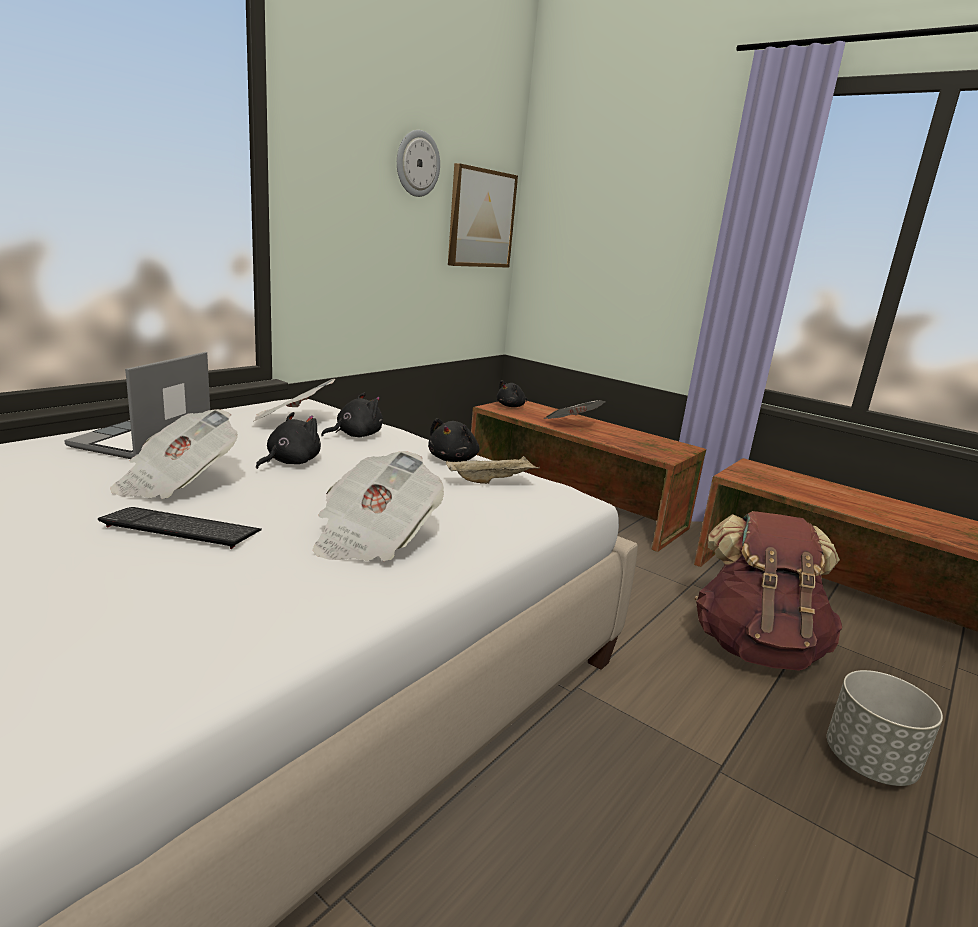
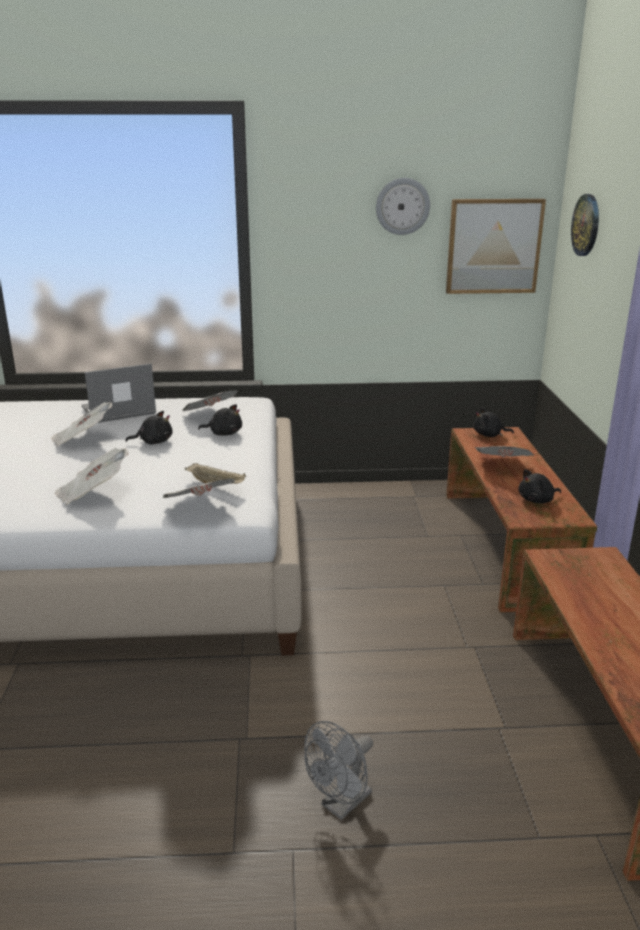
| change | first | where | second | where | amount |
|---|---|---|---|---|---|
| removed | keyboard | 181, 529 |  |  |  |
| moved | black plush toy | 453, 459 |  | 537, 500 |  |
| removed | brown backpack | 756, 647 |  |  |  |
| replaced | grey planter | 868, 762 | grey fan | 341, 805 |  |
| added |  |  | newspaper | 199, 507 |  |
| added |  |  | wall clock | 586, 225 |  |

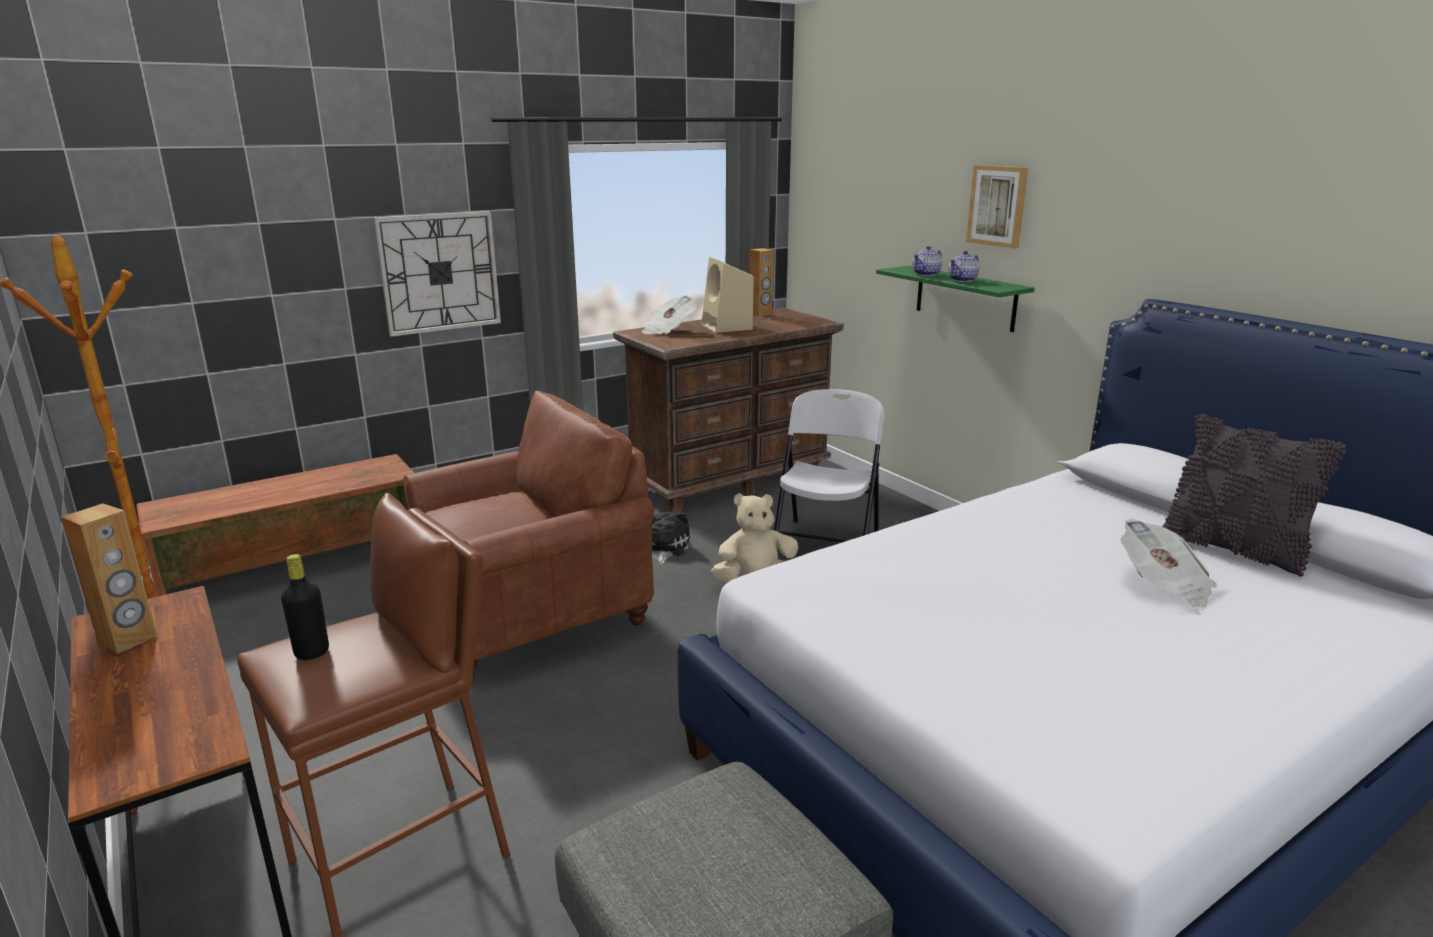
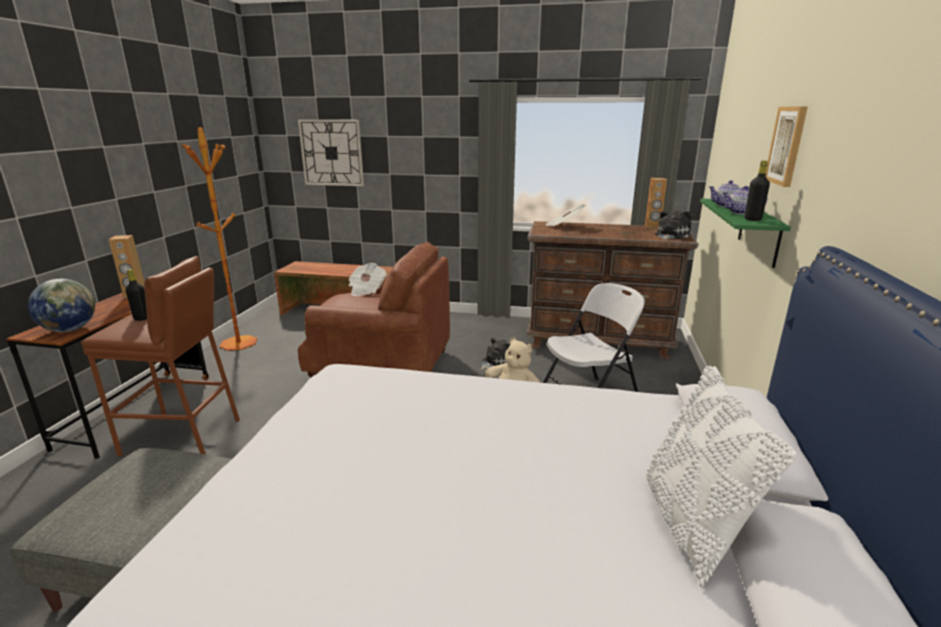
| change | first | where | second | where | amount |
|---|---|---|---|---|---|
| moved | wall clock | 439, 272 |  | 331, 153 |  |
| removed | beige speaker | 727, 327 |  |  |  |
| moved | newspaper | 1164, 587 |  | 366, 290 |  |
| recoloured | black pillow | 1233, 549 | white pillow | 692, 525 |  |
| added |  |  | globe | 70, 329 |  |
| added |  |  | plush toy | 670, 235 |  |
| added |  |  | black bottle | 752, 219 |  |

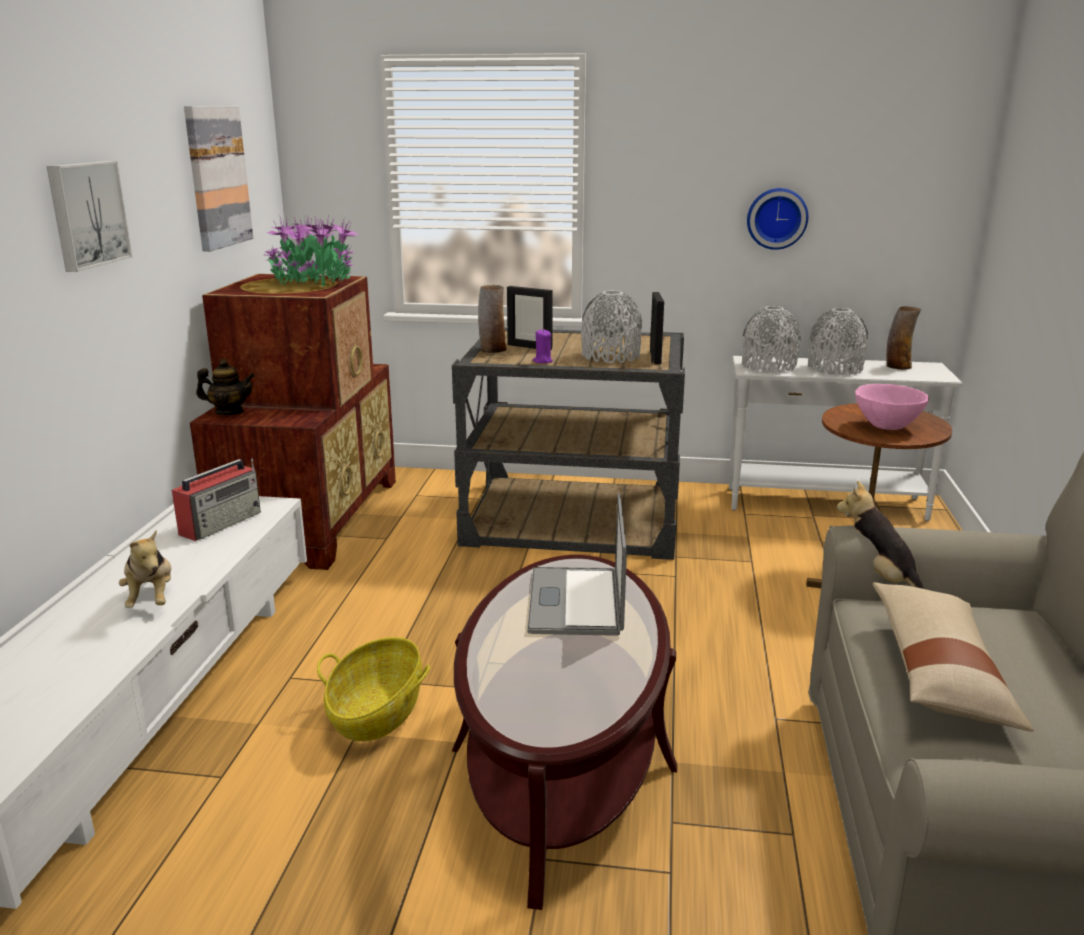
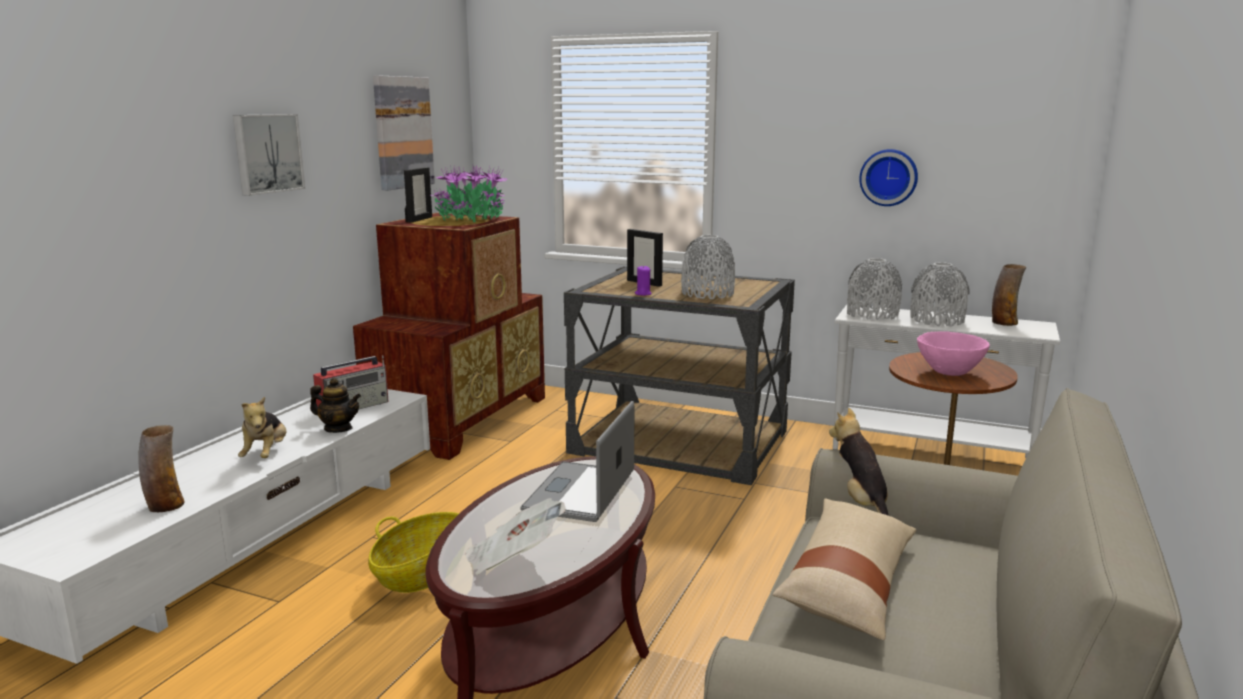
| change | first | where | second | where | amount |
|---|---|---|---|---|---|
| moved | teapot | 229, 412 |  | 338, 429 |  |
| moved | vase | 492, 350 |  | 165, 506 |  |
| moved | picture frame | 654, 357 |  | 419, 219 |  |
| added |  |  | newspaper | 513, 559 |  |

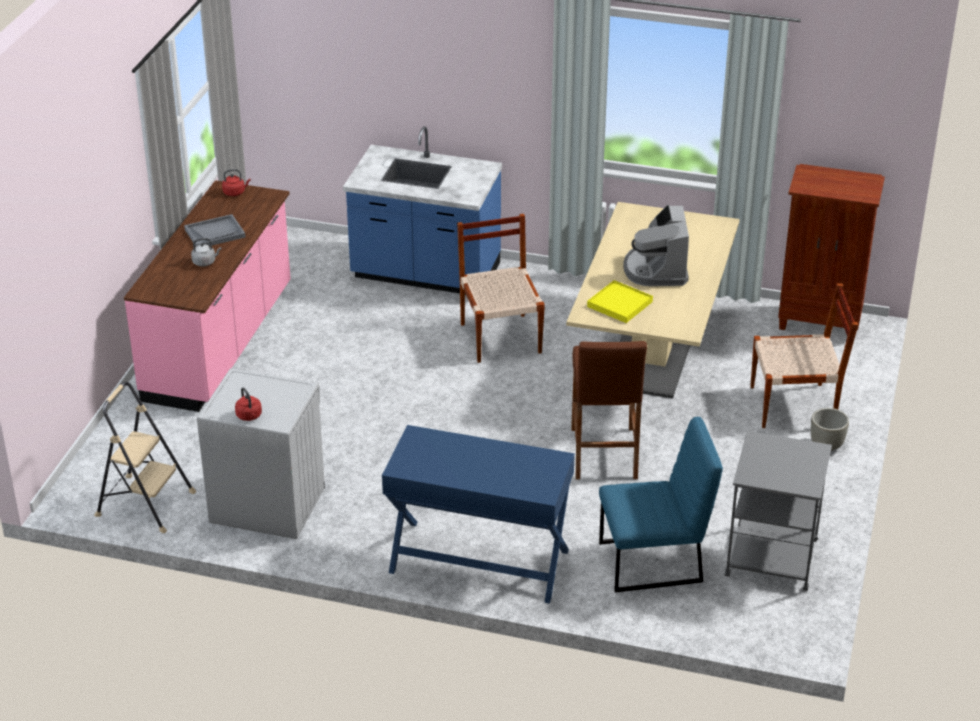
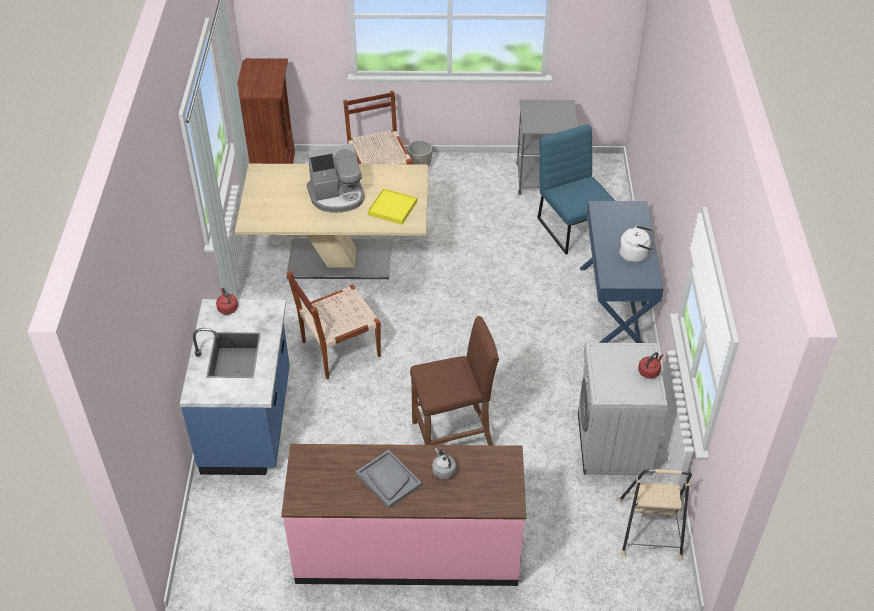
| change | first | where | second | where | amount |
|---|---|---|---|---|---|
| moved | red kettle | 235, 192 |  | 227, 308 |  |
| moved | brown stool | 604, 453 |  | 453, 435 |  |
| added |  |  | white kettle | 635, 254 |  |

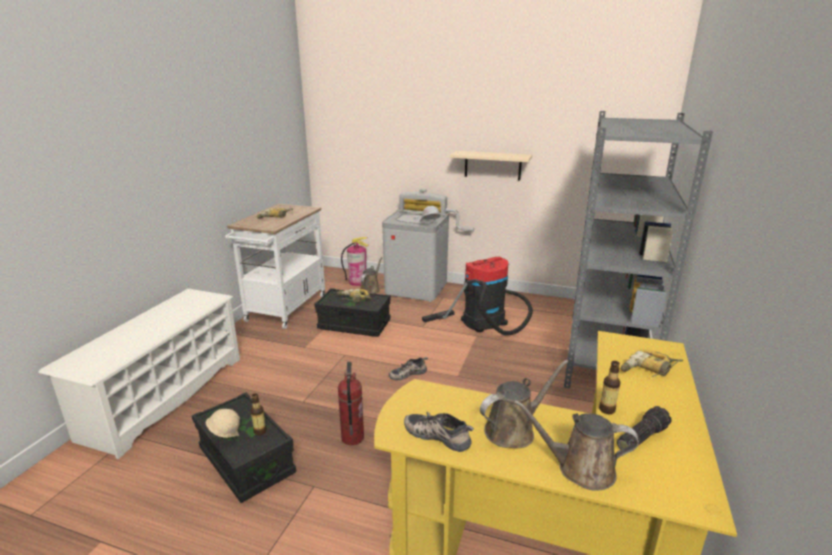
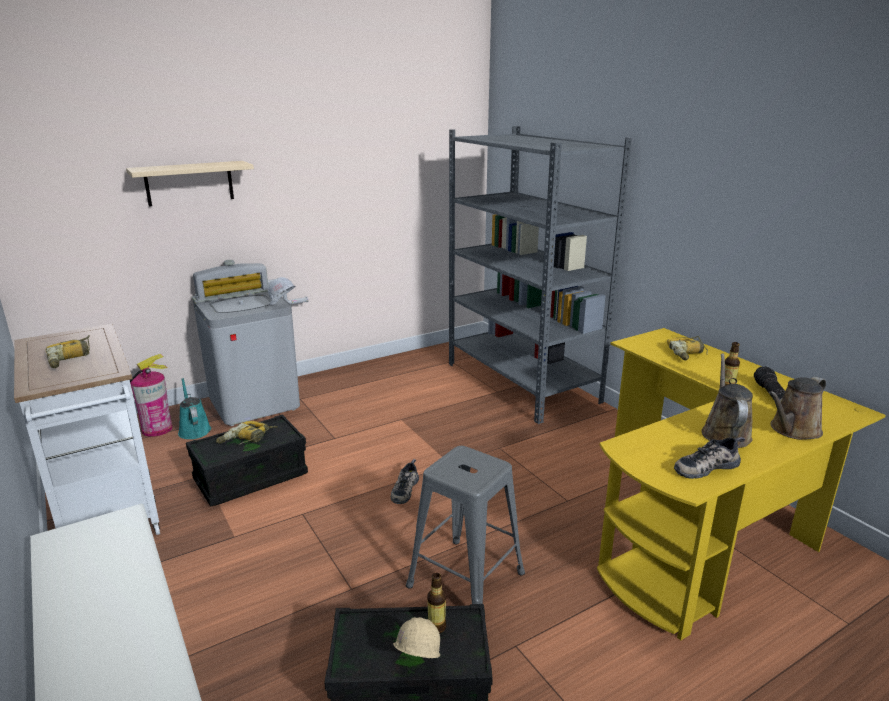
| change | first | where | second | where | amount |
|---|---|---|---|---|---|
| replaced | fire extinguisher | 352, 437 | grey stool | 465, 579 |  |
| recoloured | brown watering can | 370, 289 | turquoise watering can | 194, 429 |  |
| removed | vacuum cleaner | 487, 320 |  |  |  |
| moved | beige shelf | 492, 165 |  | 189, 183 |  |

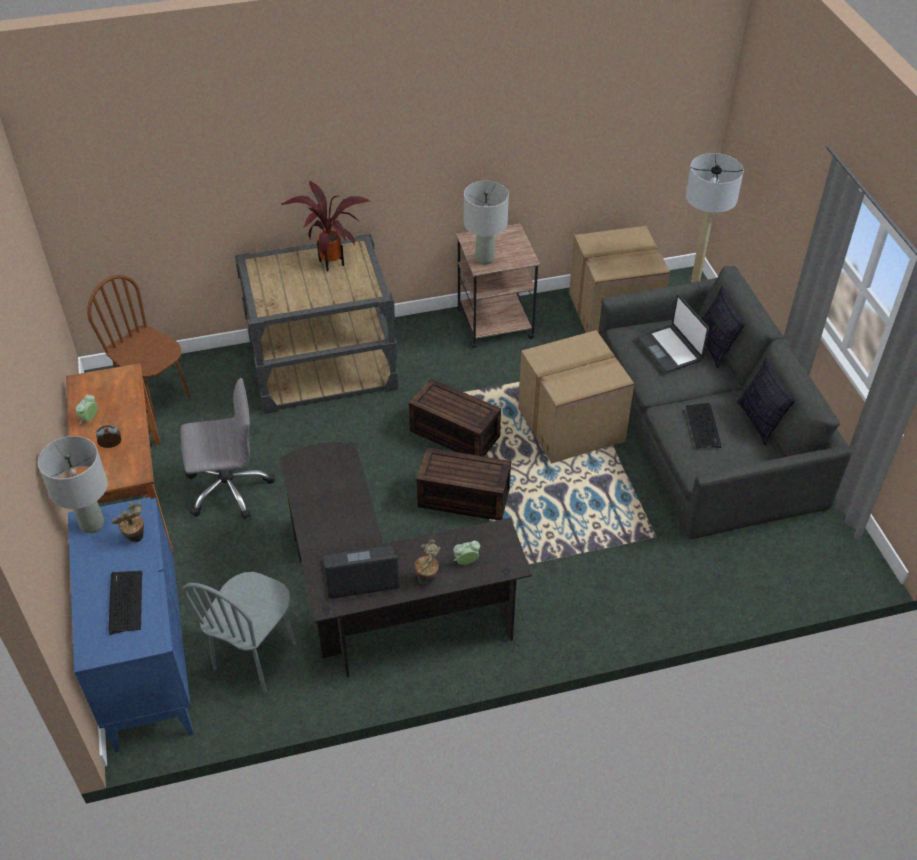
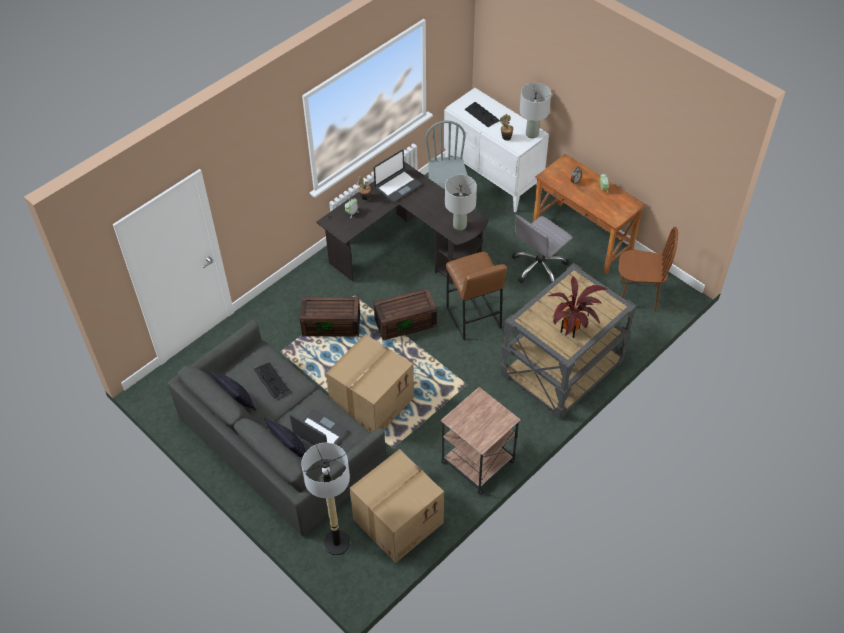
| change | first | where | second | where | amount |
|---|---|---|---|---|---|
| recoloured | blue cabinet | 147, 663 | white cabinet | 492, 178 |  |
| moved | brown storage box | 453, 434 |  | 332, 324 |  |
| moved | grey table lamp | 484, 259 |  | 459, 225 |  |
| added |  |  | brown stool | 474, 318 |  |

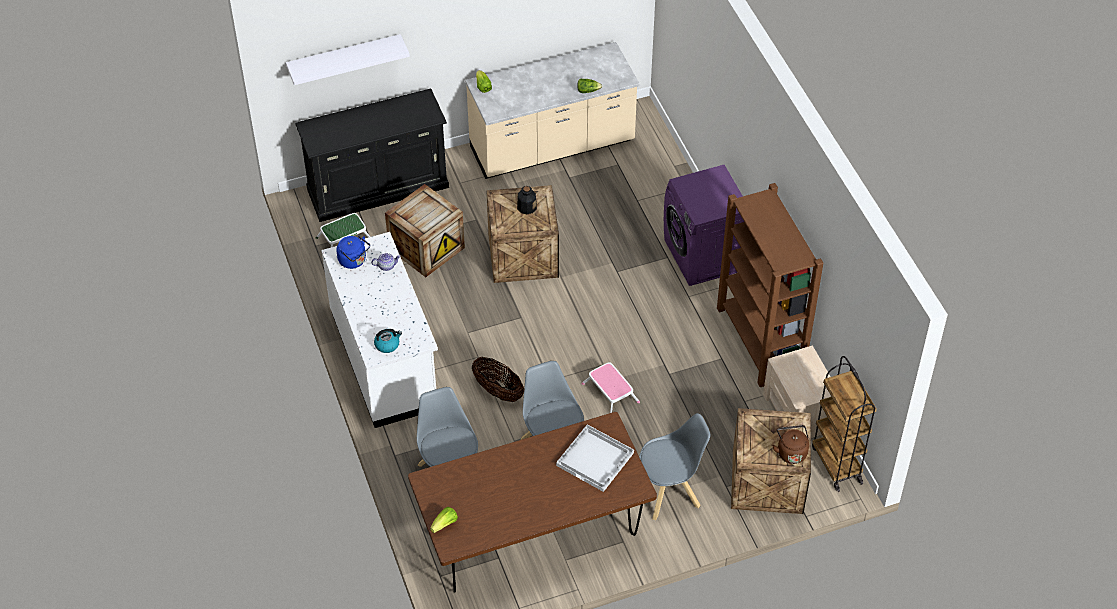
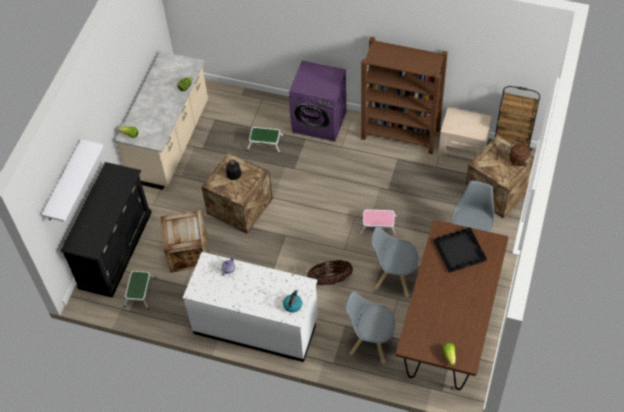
| change | first | where | second | where | amount |
|---|---|---|---|---|---|
| removed | blue kettle | 354, 261 |  |  |  |
| recoloured | white tray | 596, 459 | black tray | 460, 250 |  |
| added |  |  | green step ladder | 265, 143 |  |

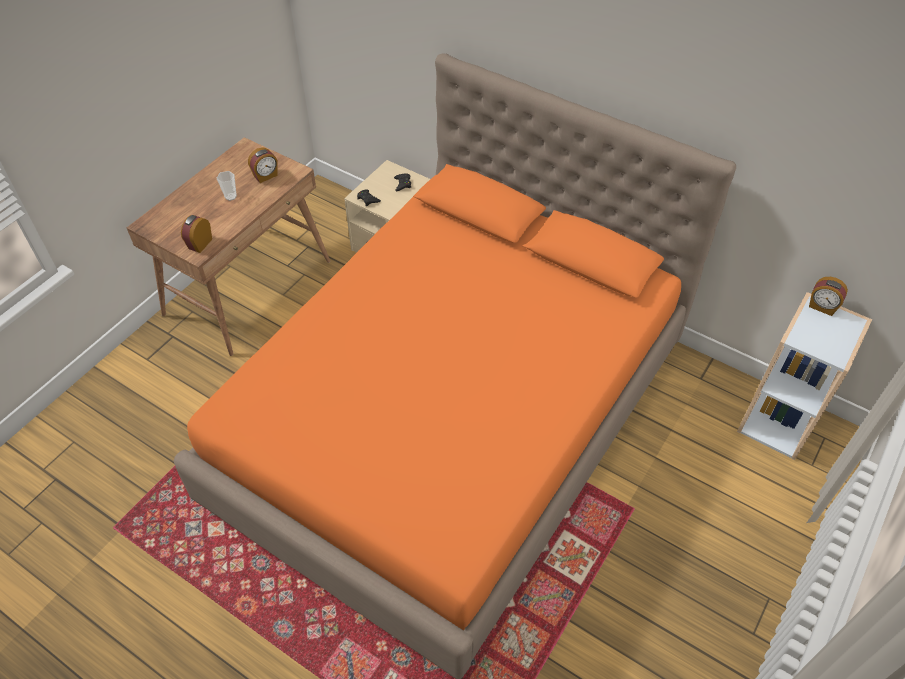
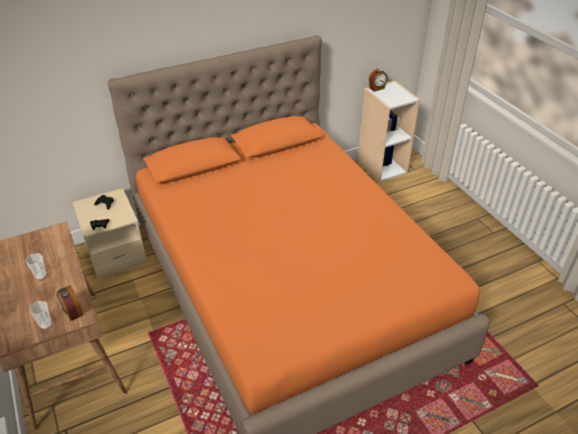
| change | first | where | second | where | amount |
|---|---|---|---|---|---|
| removed | alarm clock | 266, 176 |  |  |  |
| added |  |  | cup | 46, 324 |  |

